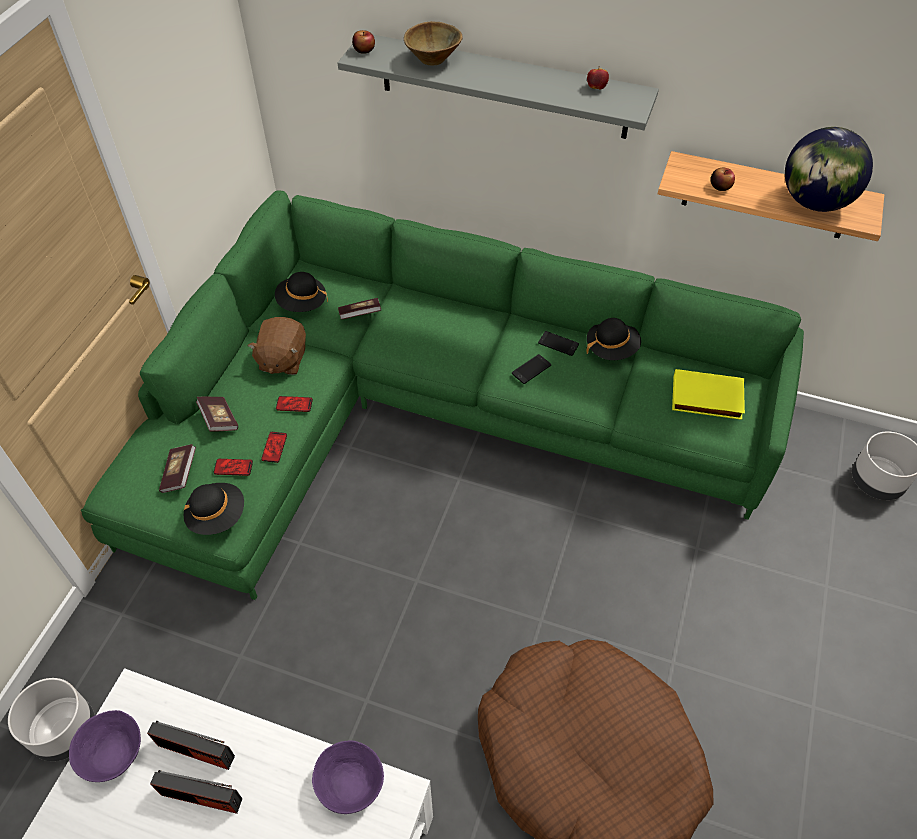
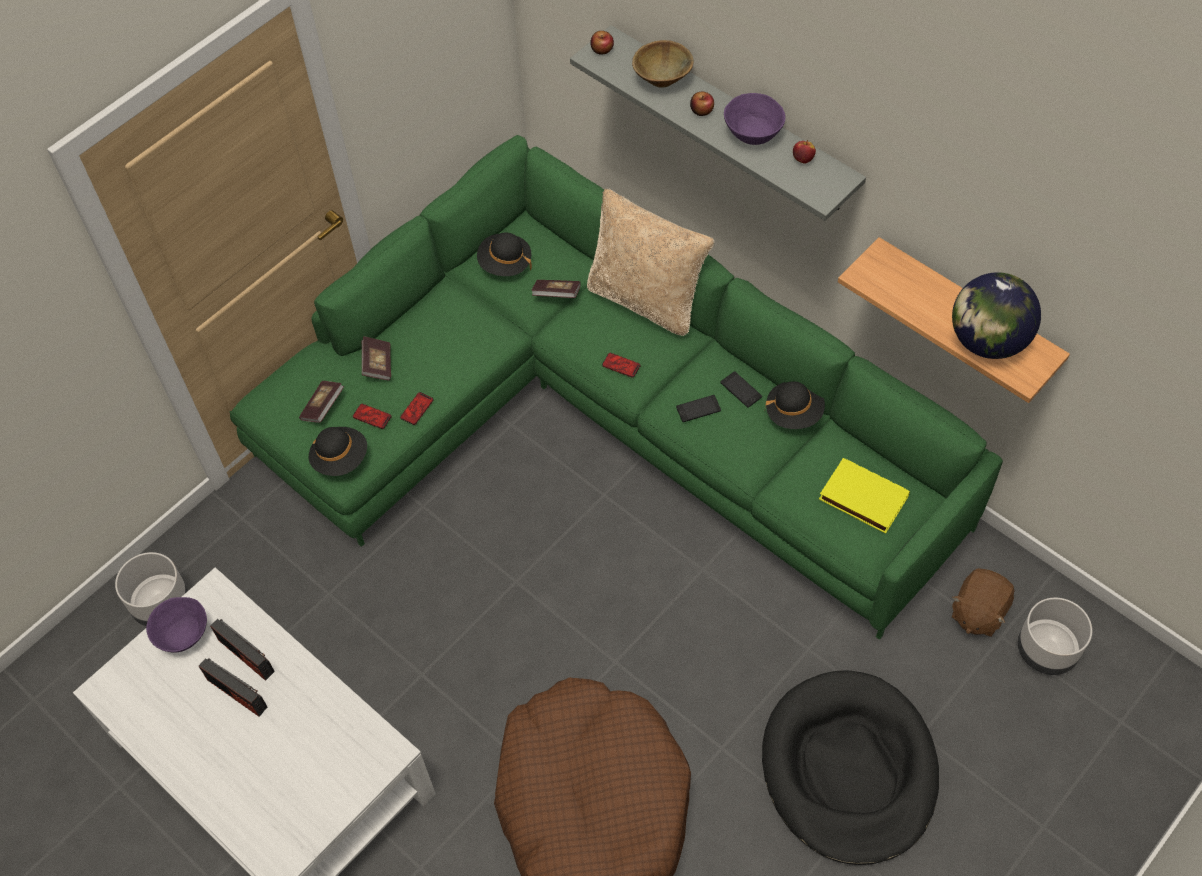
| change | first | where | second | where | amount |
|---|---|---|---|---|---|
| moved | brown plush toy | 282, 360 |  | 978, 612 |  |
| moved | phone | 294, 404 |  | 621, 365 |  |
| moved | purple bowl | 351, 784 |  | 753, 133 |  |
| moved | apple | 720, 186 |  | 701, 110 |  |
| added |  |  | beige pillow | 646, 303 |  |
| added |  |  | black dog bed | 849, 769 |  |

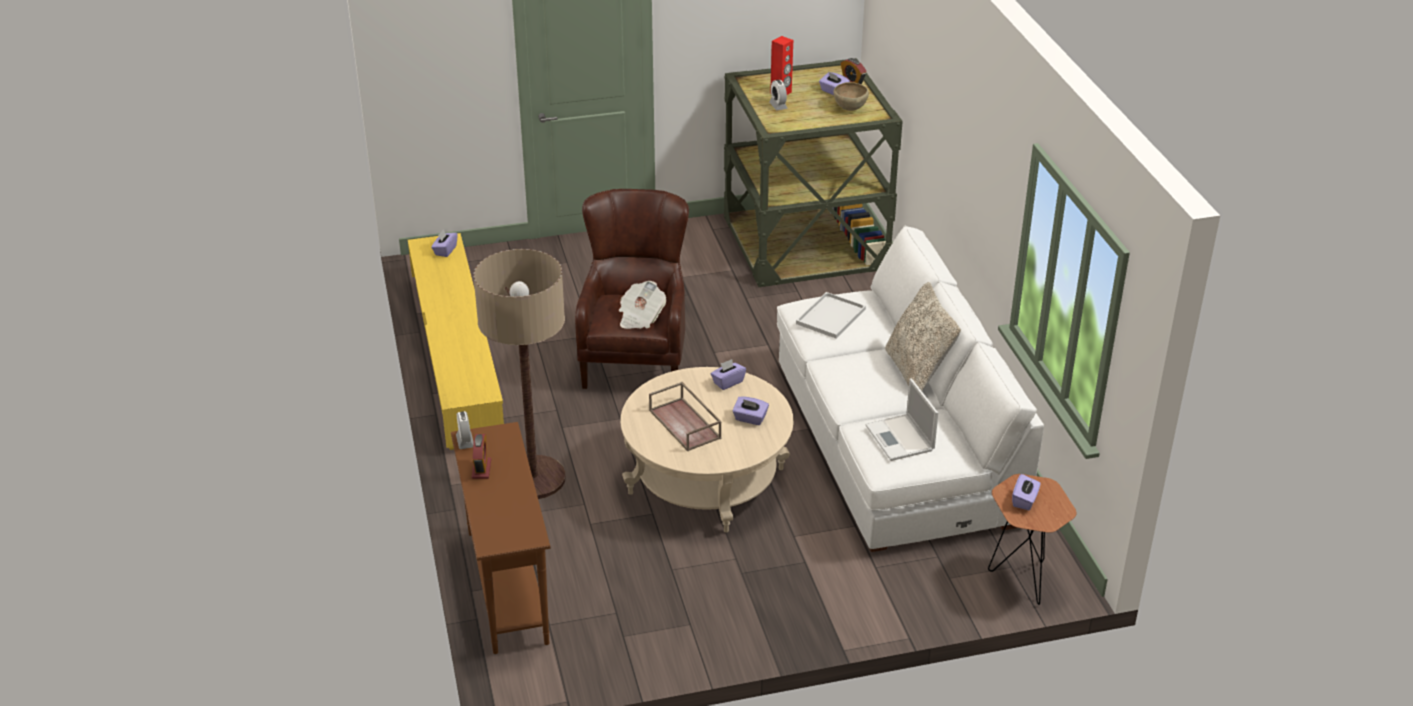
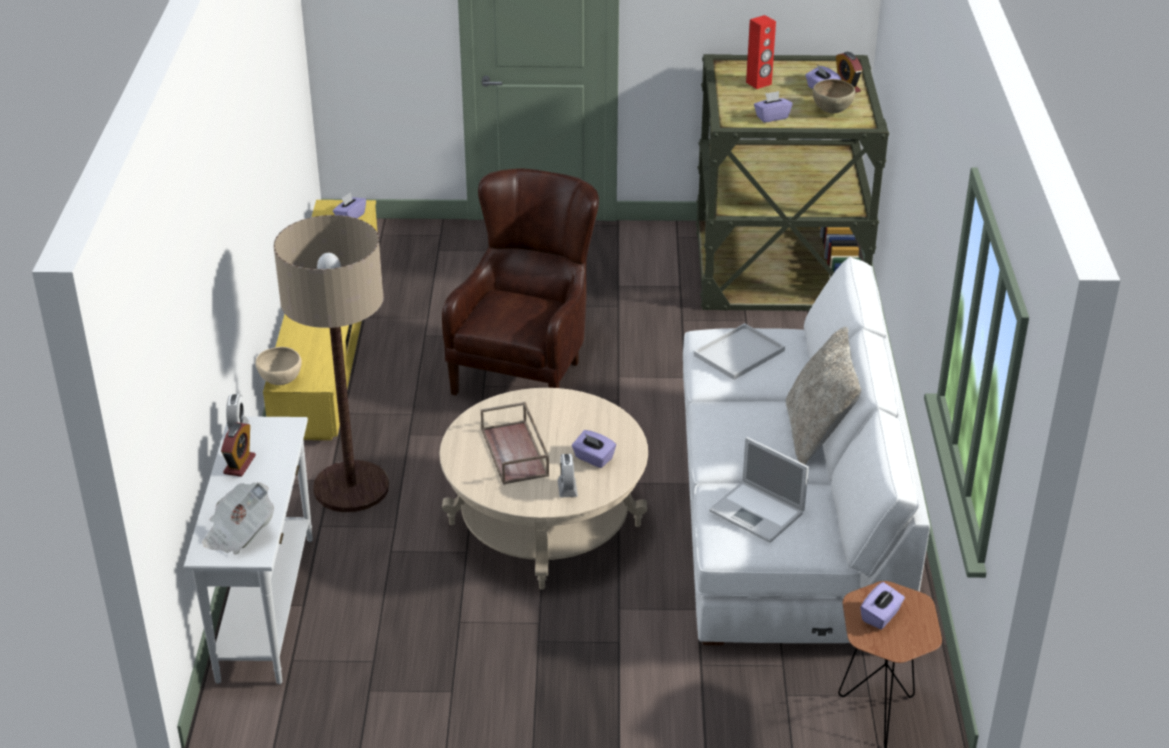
| change | first | where | second | where | amount |
|---|---|---|---|---|---|
| recoloured | brown console table | 506, 587 | white console table | 264, 607 |  |
| moved | newspaper | 640, 317 |  | 239, 534 |  |
| moved | purple tissue box | 728, 382 |  | 771, 117 |  |
| moved | alarm clock | 778, 106 |  | 567, 489 |  |
| turned | laptop | 900, 439 |  | 758, 512 | 45 degrees counterclockwise |
| added |  |  | beige bowl | 280, 381 |  |

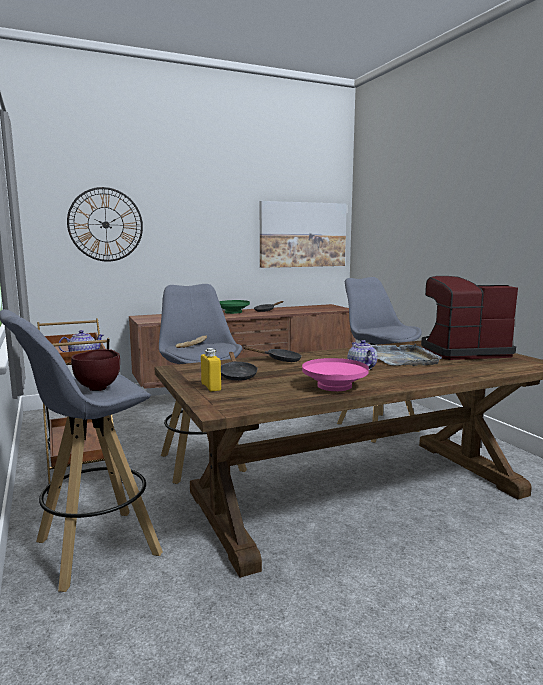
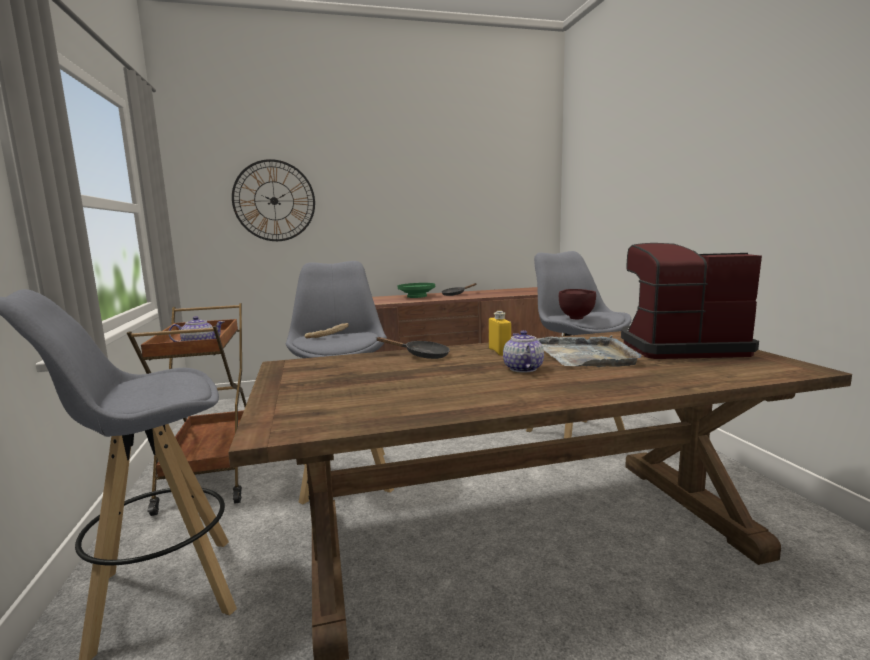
| change | first | where | second | where | amount |
|---|---|---|---|---|---|
| moved | brown bowl | 98, 388 |  | 576, 318 |  |
| moved | yellow bottle | 211, 387 |  | 499, 351 |  |
| removed | black frying pan | 237, 375 |  |  |  |
| removed | picture | 302, 235 |  |  |  |
| removed | pink bowl | 334, 386 |  |  |  |

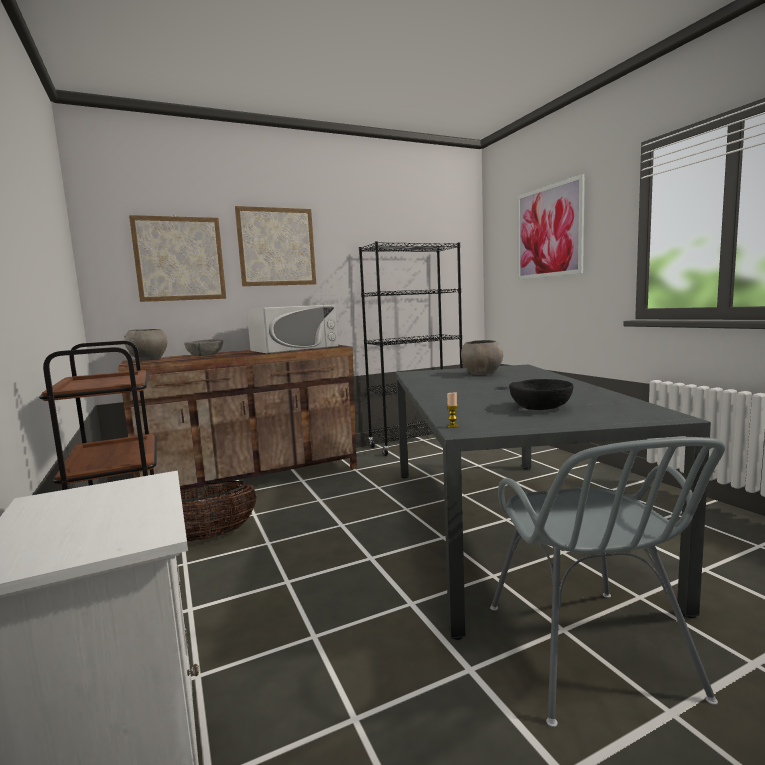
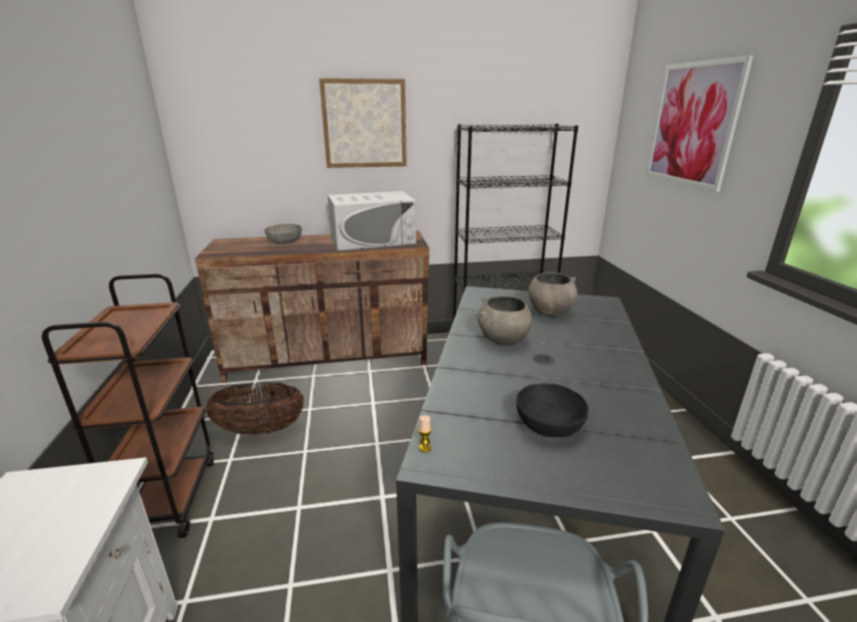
| change | first | where | second | where | amount |
|---|---|---|---|---|---|
| moved | grey bowl | 148, 359 |  | 502, 340 |  |
| removed | picture | 179, 258 |  |  |  |

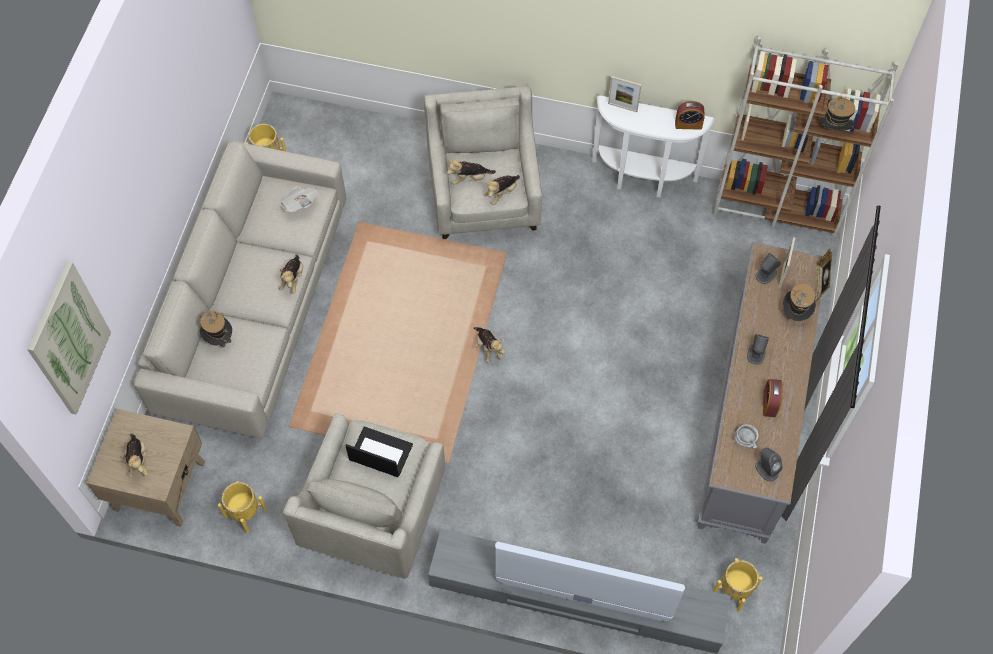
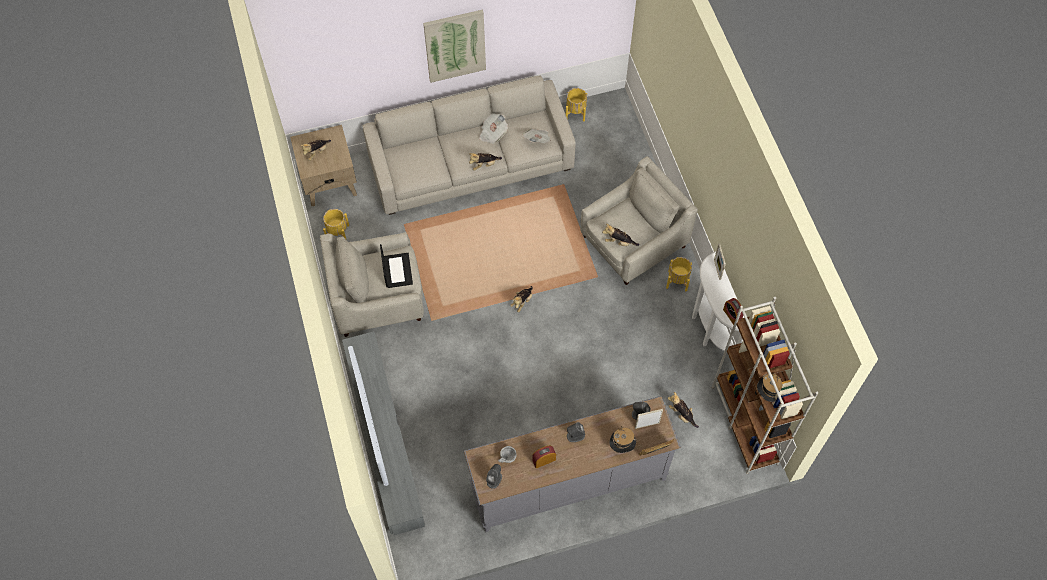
| change | first | where | second | where | amount |
|---|---|---|---|---|---|
| moved | picture | 68, 339 |  | 455, 45 |  |
| removed | hat | 219, 338 |  |  |  |
| moved | plush toy | 469, 178 |  | 681, 414 |  |
| moved | yellow planter | 734, 589 |  | 677, 280 |  |
| added |  |  | newspaper | 492, 133 |  |

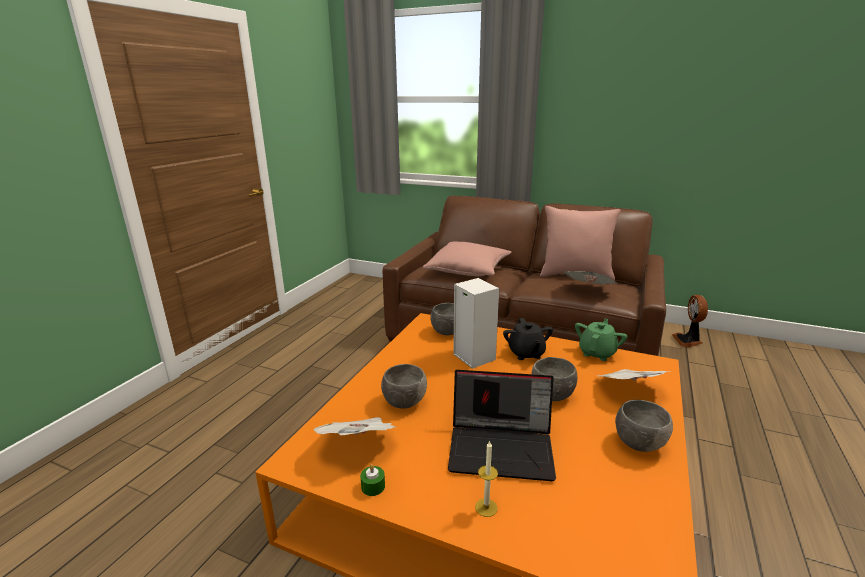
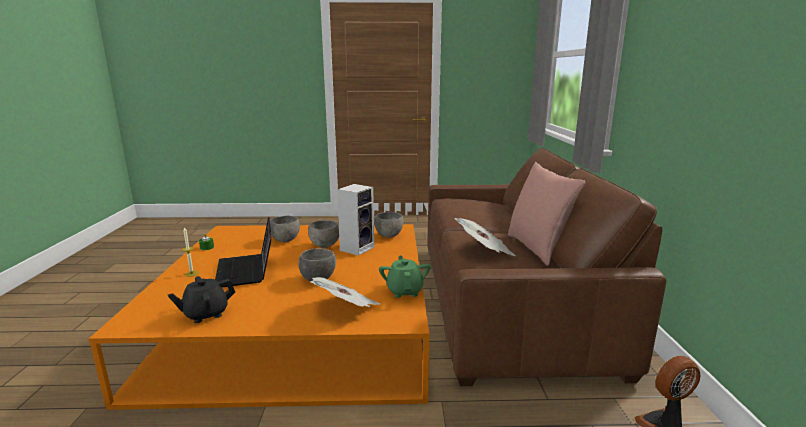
| change | first | where | second | where | amount |
|---|---|---|---|---|---|
| removed | newspaper | 359, 443 |  |  |  |
| removed | pink pillow | 468, 270 |  |  |  |
| moved | black teapot | 526, 353 |  | 205, 314 |  |
| turned | green teapot | 597, 353 |  | 404, 291 | 105 degrees counterclockwise |
| moved | grey bowl | 639, 443 |  | 325, 246 |  |

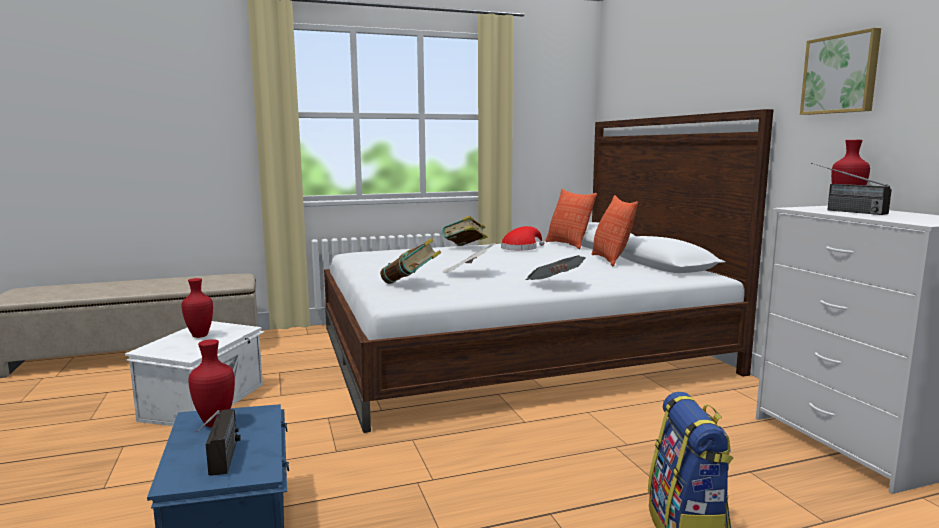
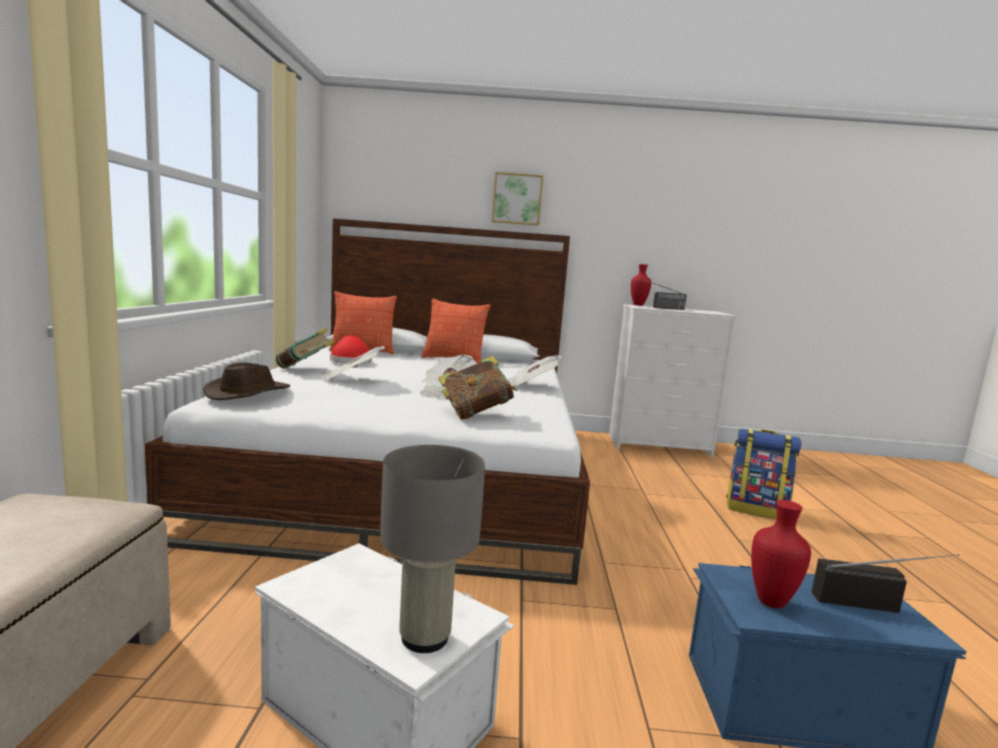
| change | first | where | second | where | amount |
|---|---|---|---|---|---|
| removed | red vase | 200, 336 |  |  |  |
| moved | picture | 841, 74 |  | 517, 199 |  |
| added |  |  | brown hat | 248, 393 |  |
| added |  |  | newspaper | 351, 379 |  |
| added |  |  | grey table lamp | 423, 638 |  |

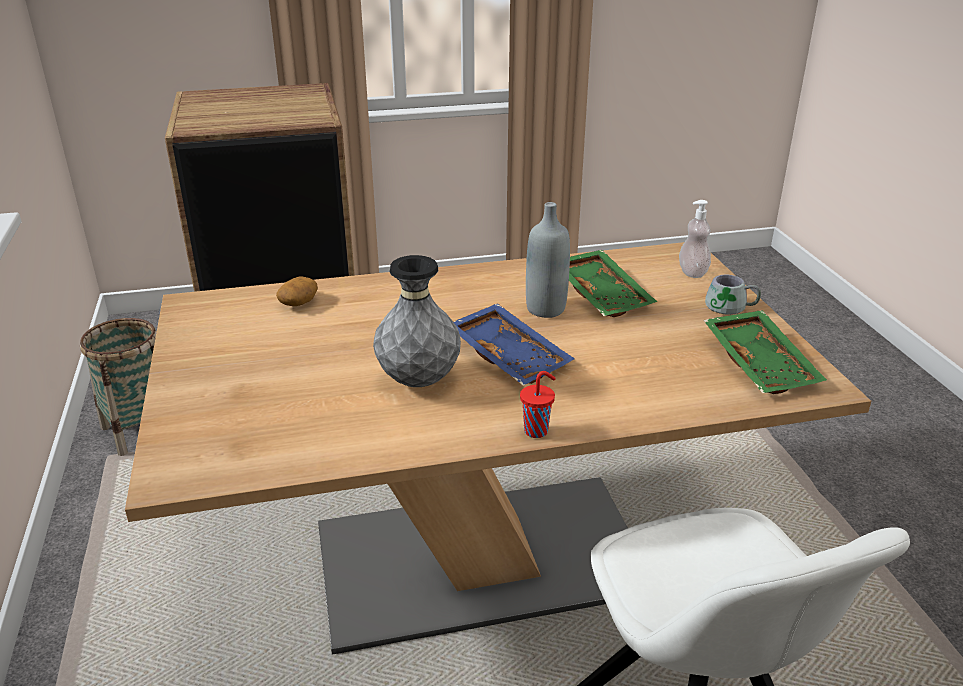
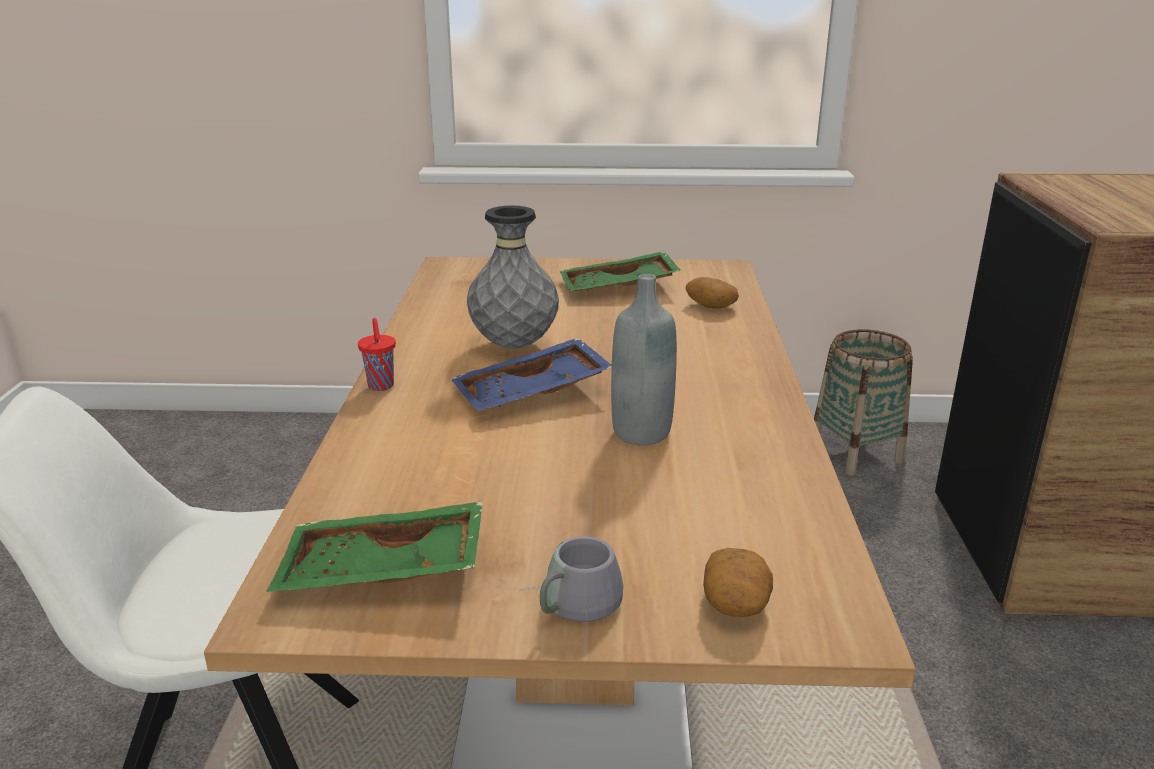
| change | first | where | second | where | amount |
|---|---|---|---|---|---|
| moved | green tray | 603, 294 |  | 619, 287 |  |
| replaced | soap dispenser | 692, 272 | potato | 736, 603 |  |

